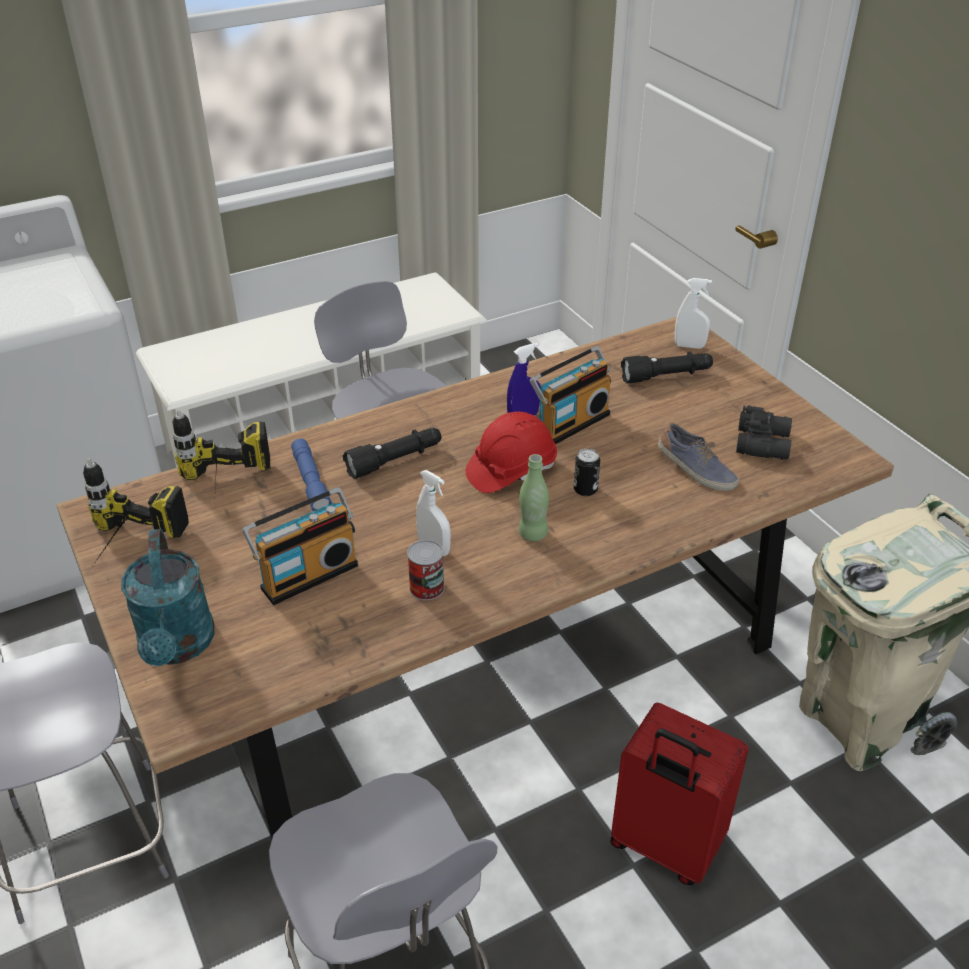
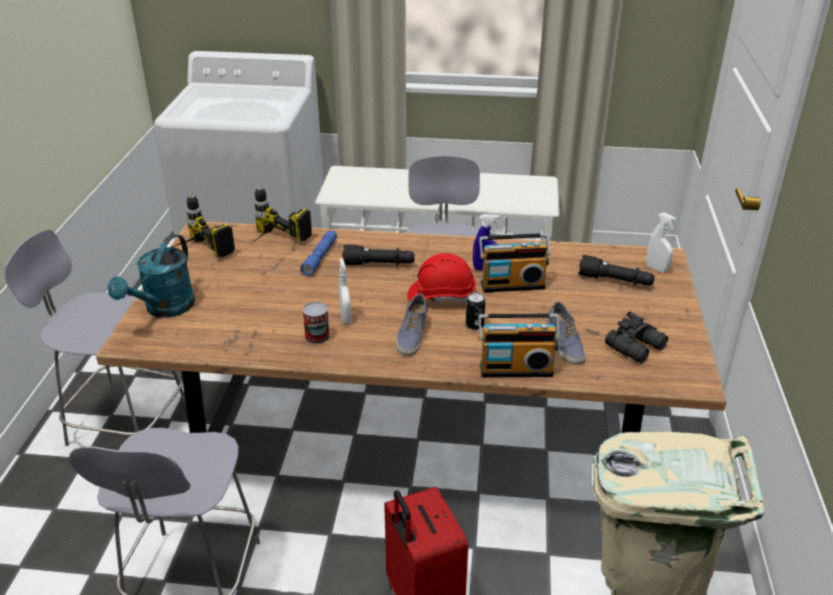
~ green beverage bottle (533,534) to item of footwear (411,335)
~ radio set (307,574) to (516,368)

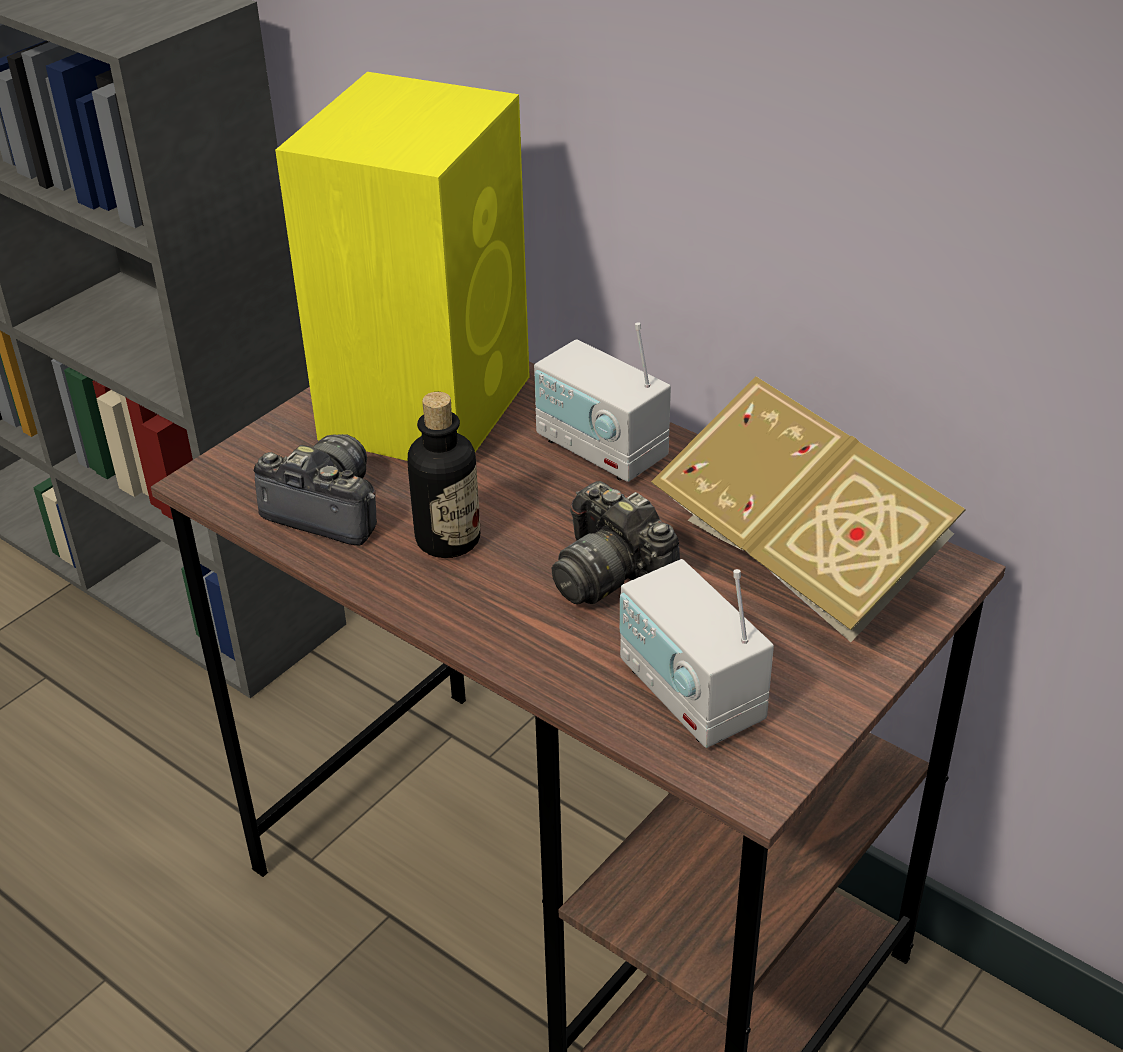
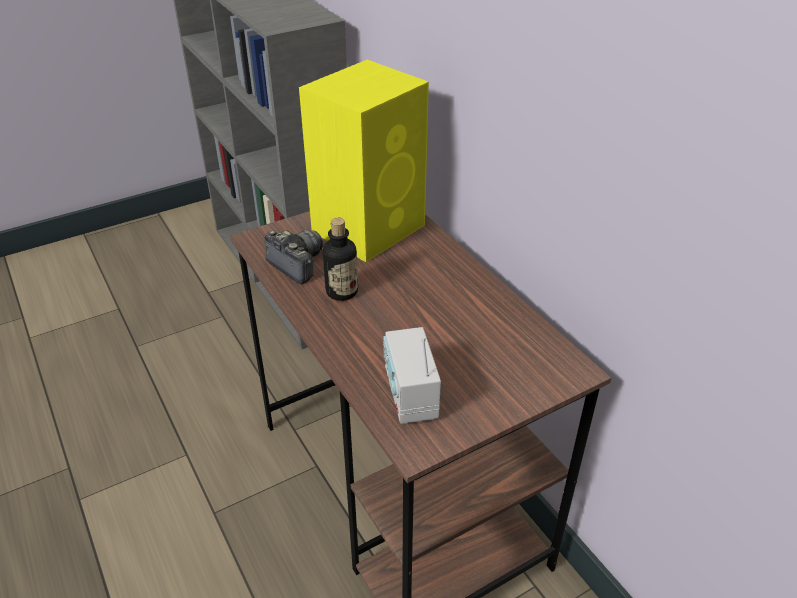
- radio set (601,449)
- volume (800,558)
- photo camera (611,573)

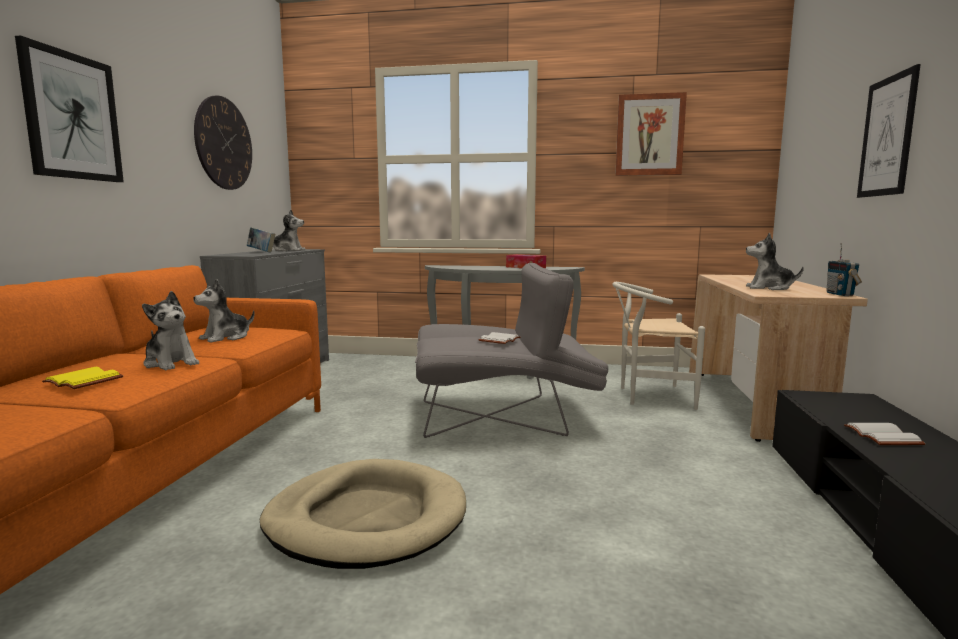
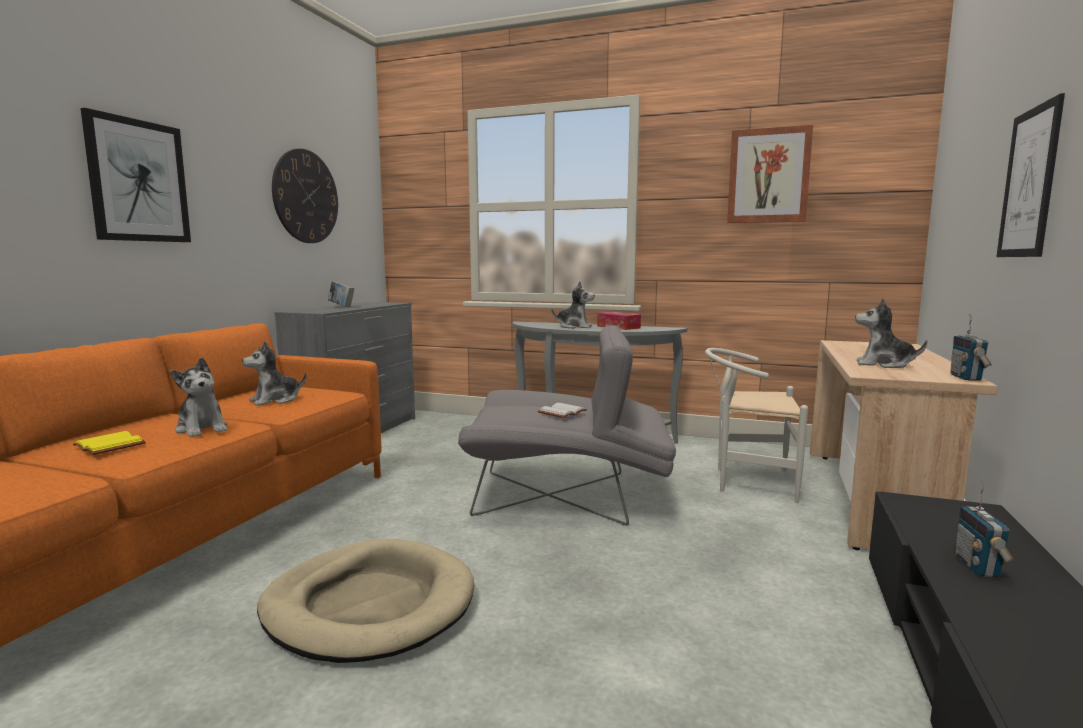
~ soft toy (288,250) to (574,327)
~ white-coloured volume (884,436) to radio set (978,567)

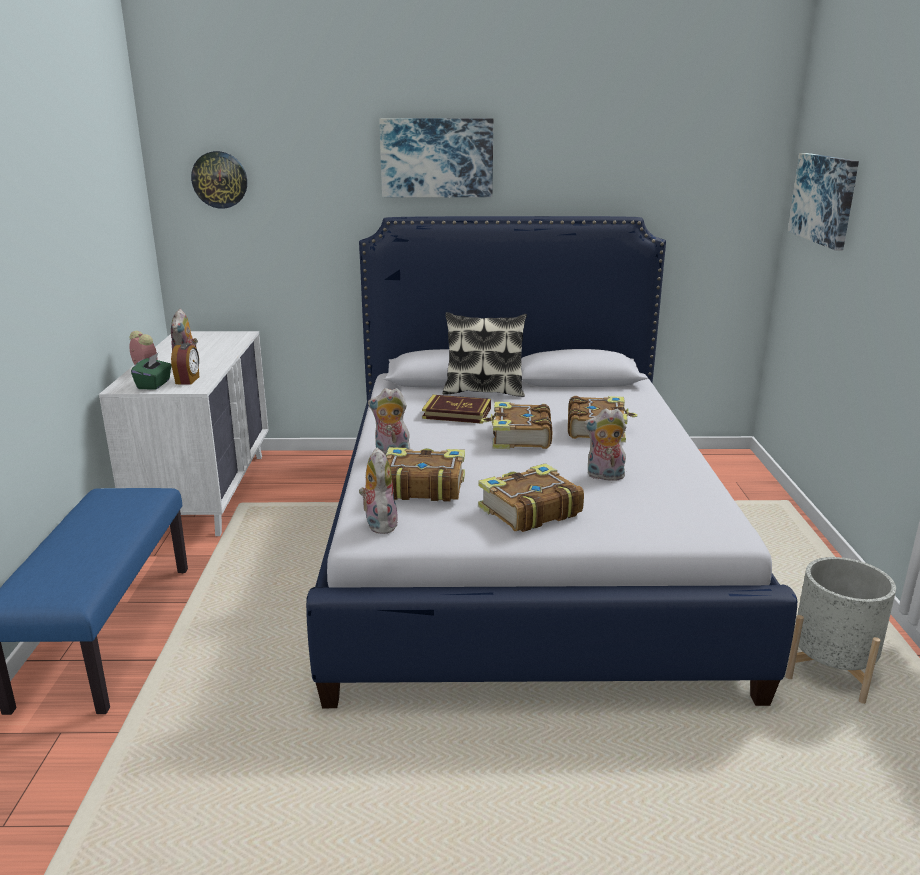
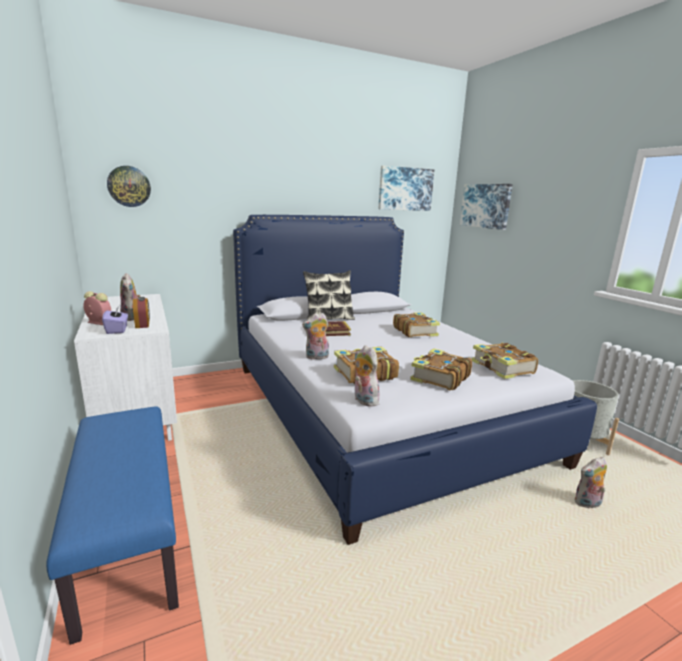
~ picture (436,158) to (405,189)
~ green box of tissues (154,384) to purplish box of tissues (117,330)
~ volume (519,437) to (502,368)
~ soft toy (604,476) to (587,504)

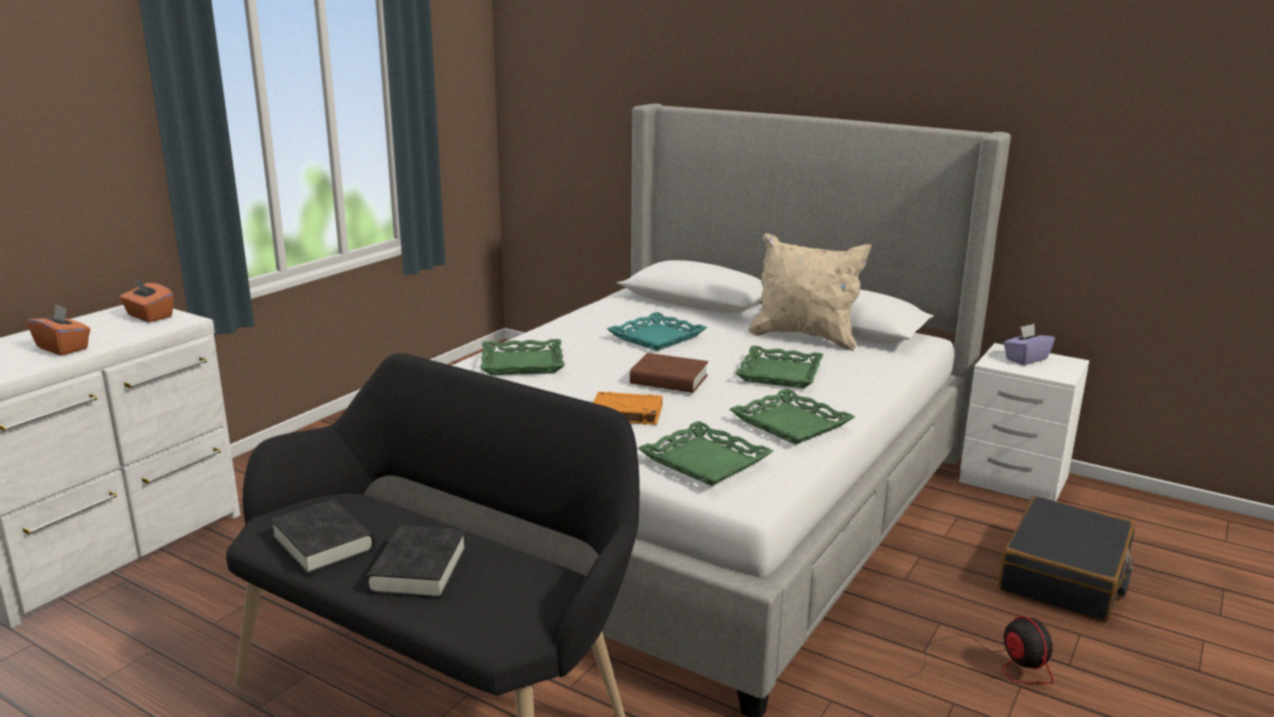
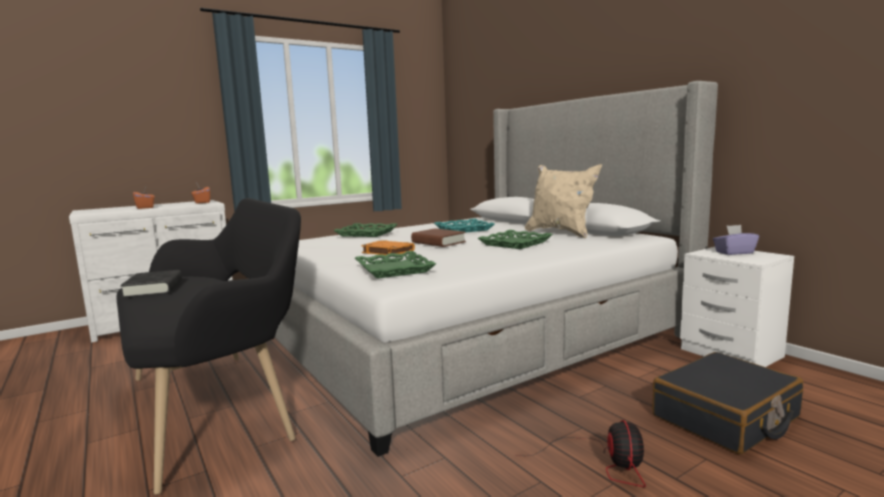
- green serving tray (790,424)
- blackish volume (418,570)

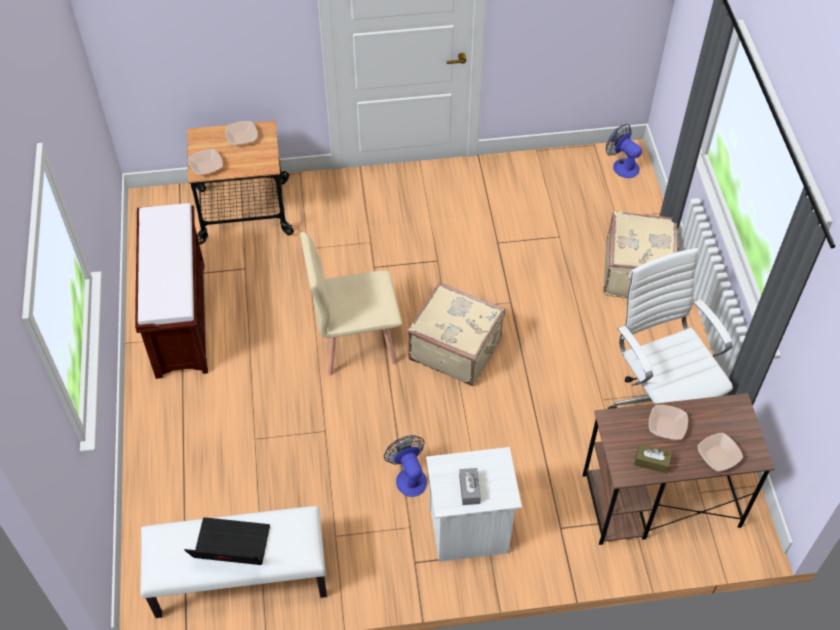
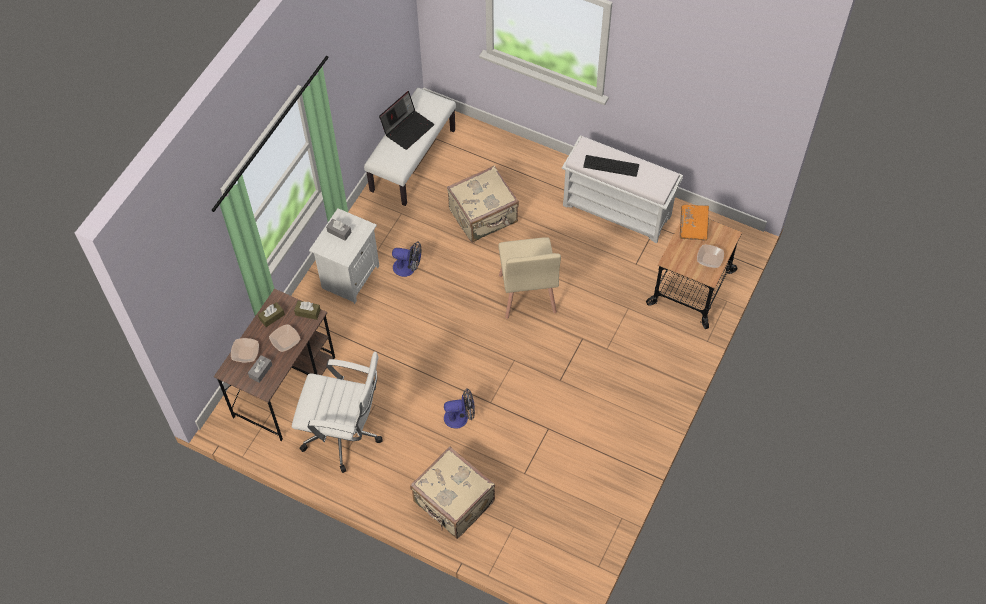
~ cooling fan (622,165) to (460,417)
~ serving bowl (206,167) to orange volume (693,226)
~ brownish long seat (180,318) to white-coloured long seat (618,210)
~ sand-coloured upright chair (356,342) = (527,294) 150 degrees clockwise
~ sand-coloured suitcase (455,348) to (484,217)
+ keyboard (611,166)
+ brownish box of tissues (308,312)
+ grey box of tissues (261,371)

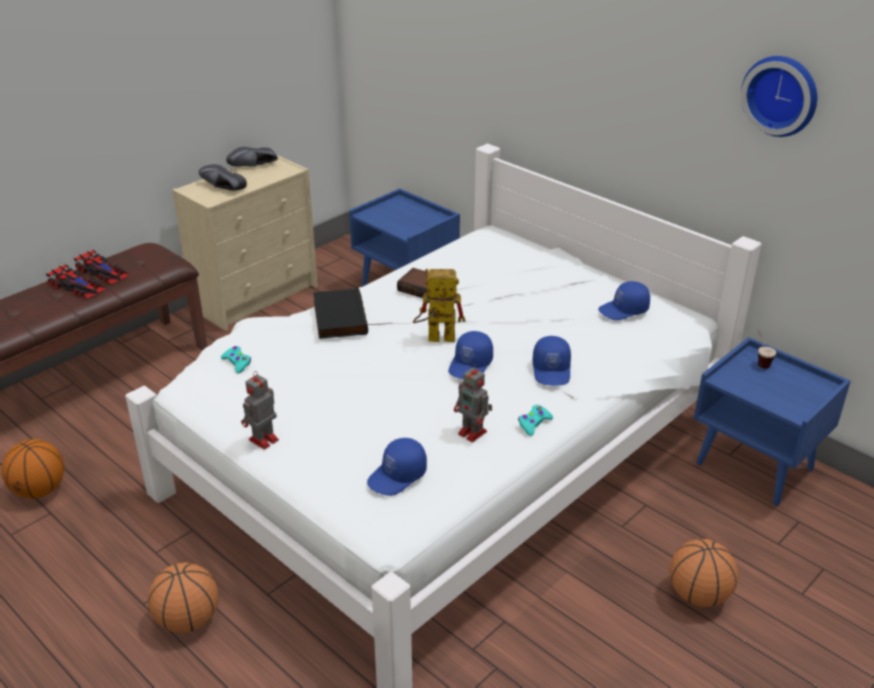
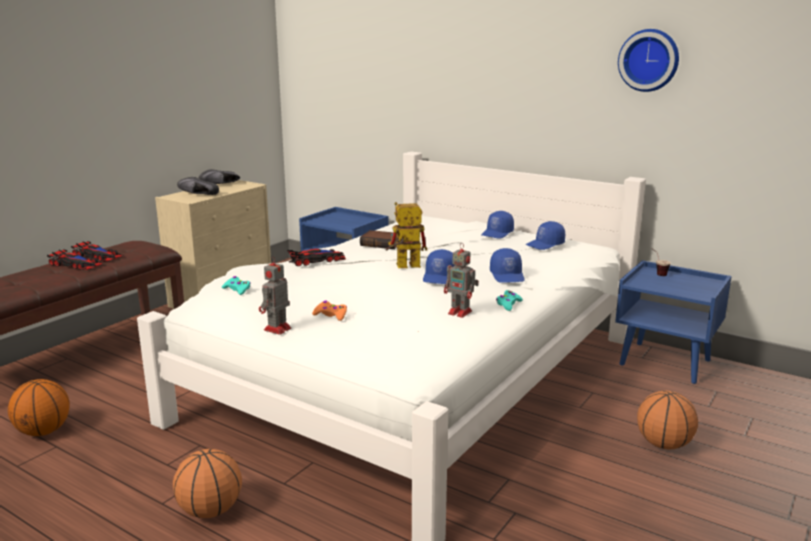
~ blackish volume (338,317) to toy car (317,260)
~ blue-coloured cap (397,476) to (497,233)
+ orange gamepad (331,315)

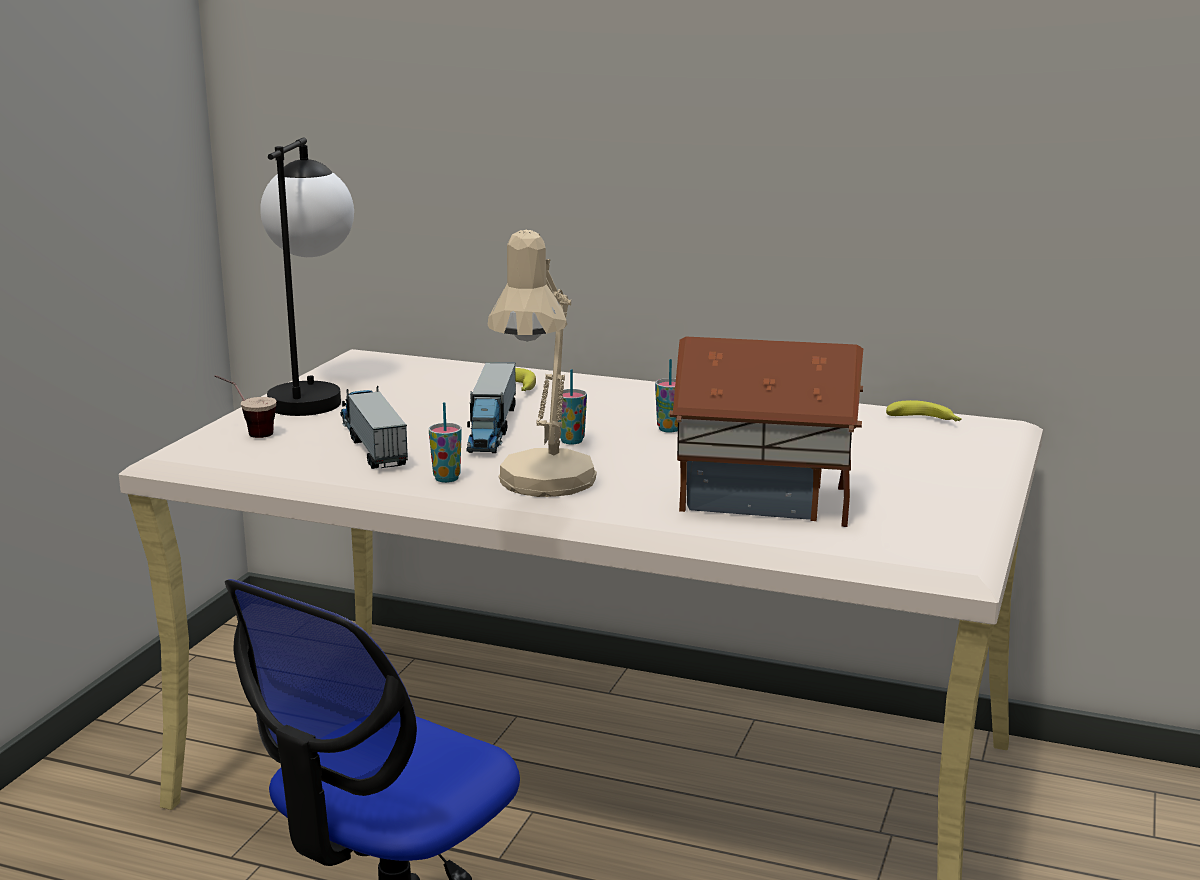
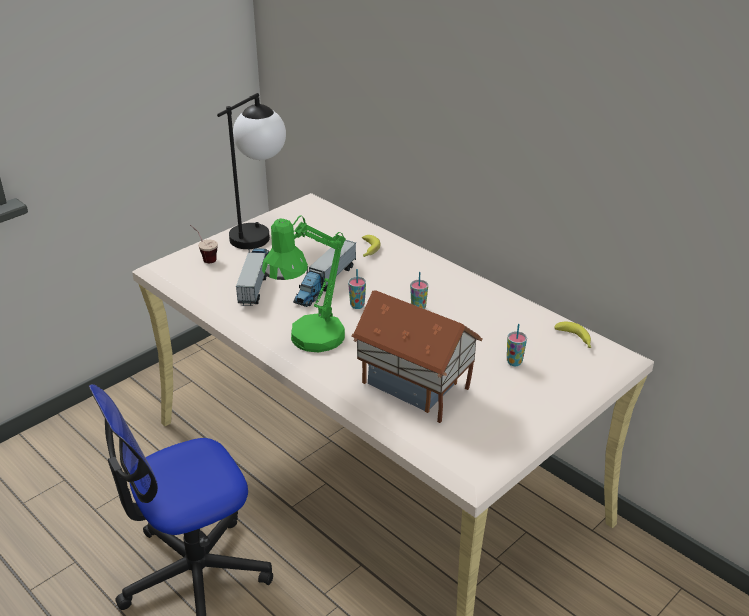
~ sand-coloured lamp for a table (542,487) to green lamp for a table (309,342)
~ small cup (446,478) to (514,362)

